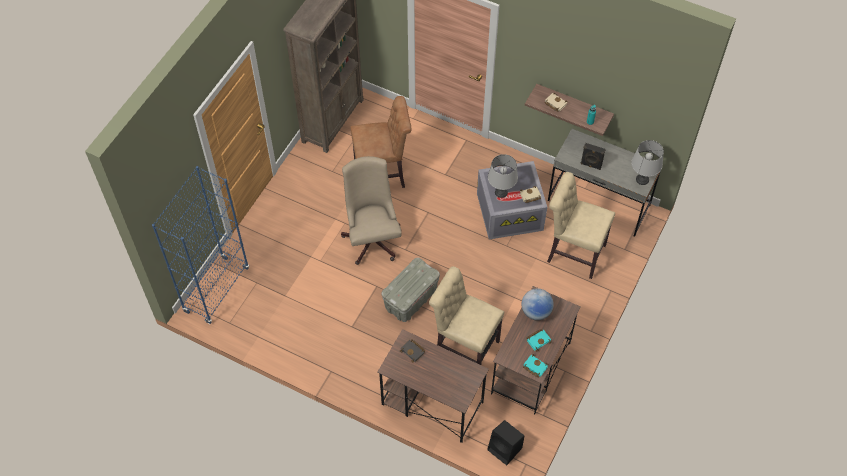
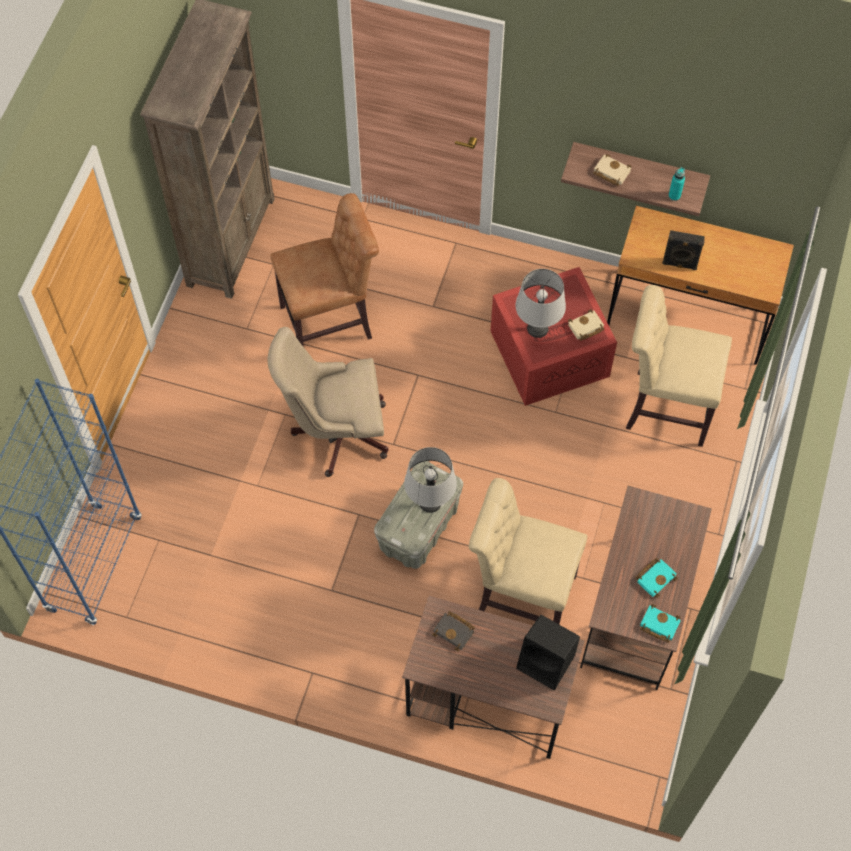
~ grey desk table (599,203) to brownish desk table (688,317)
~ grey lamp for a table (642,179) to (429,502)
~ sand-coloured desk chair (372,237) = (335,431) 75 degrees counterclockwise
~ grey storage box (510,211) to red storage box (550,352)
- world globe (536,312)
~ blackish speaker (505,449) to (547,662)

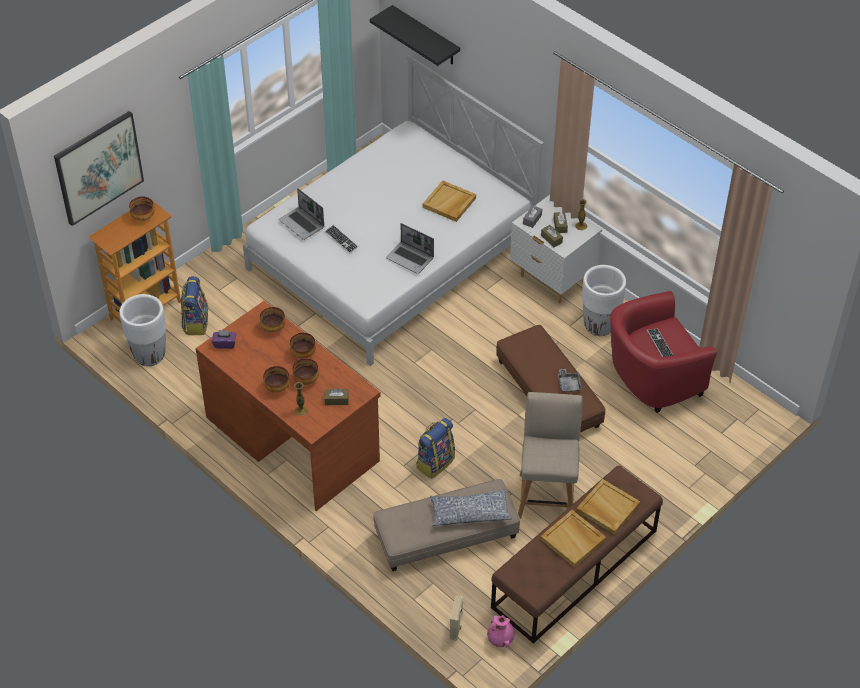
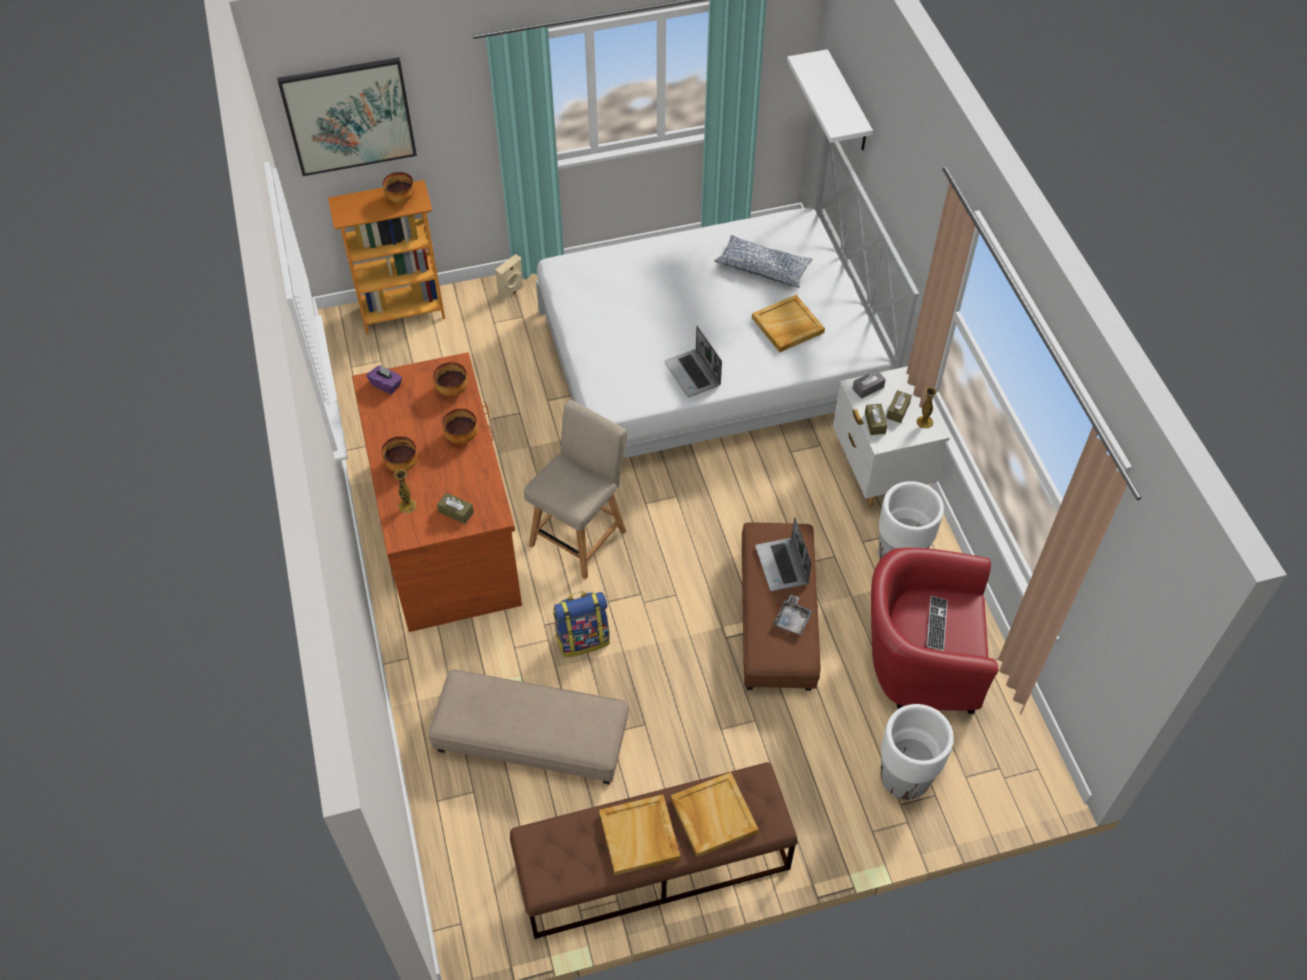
~ blackish wall shelf (426,36) to white-coloured wall shelf (847,103)
~ portable computer (302,224) to (782,566)
- keyboard (341,240)
- knapsack (195,322)
~ white-coloured flower pot (149,355) to (903,779)
- serving bowl (306,380)
~ sand-coloured upright chair (546,494) to (580,535)
~ cushion (469,512) to (763,267)
~ sand-coloured speaker (456,628) to (512,292)
- pink-coloured vase (500,639)

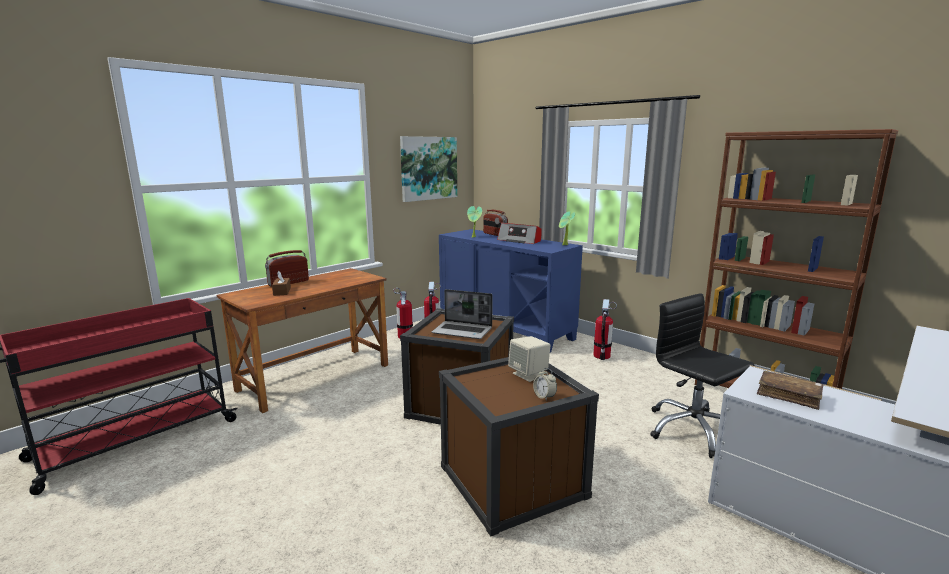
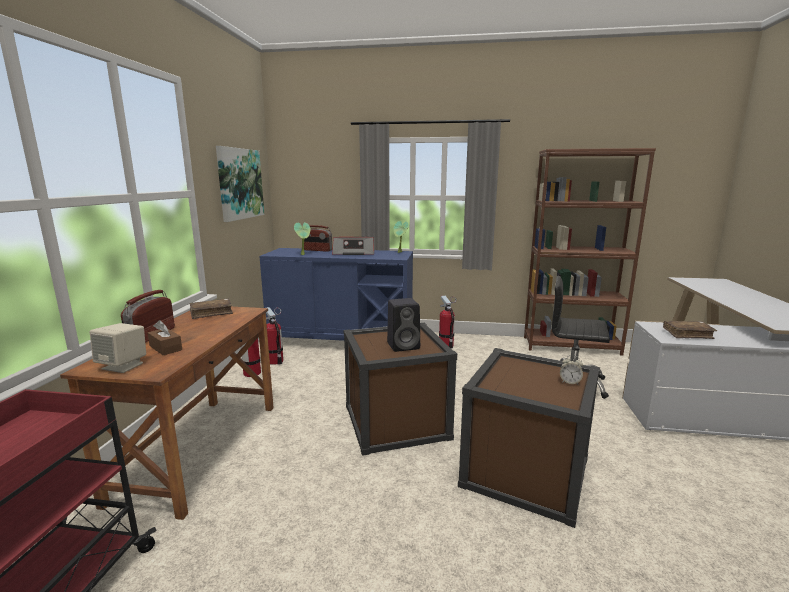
~ portable computer (463,331) to blackish speaker (404,346)
~ sand-coloured speaker (529,374) to (123,366)
+ brownish volume (211,313)

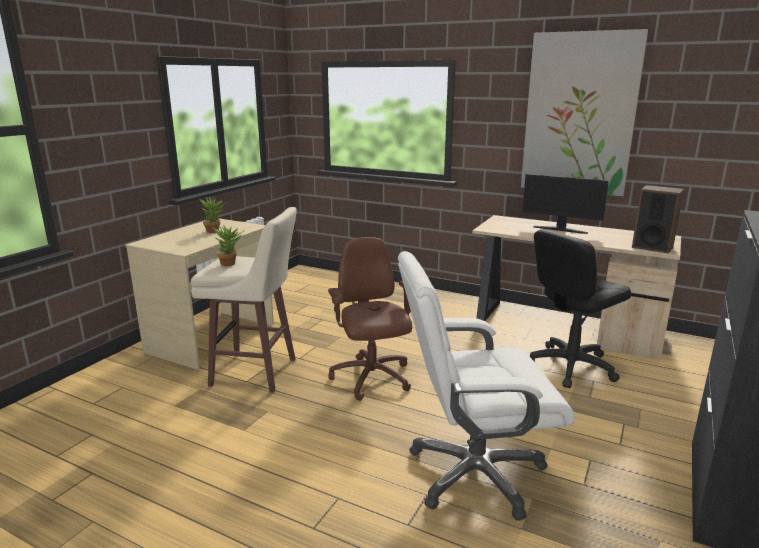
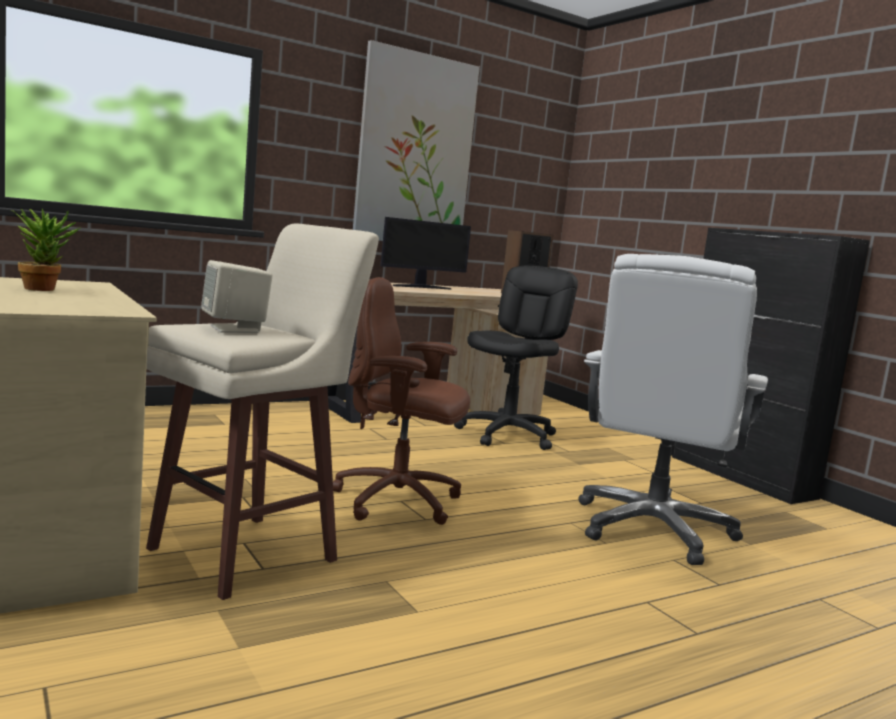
~ houseplant (231,264) to sand-coloured speaker (235,329)
~ blackish desk chair (570,366) = (508,435) 150 degrees counterclockwise

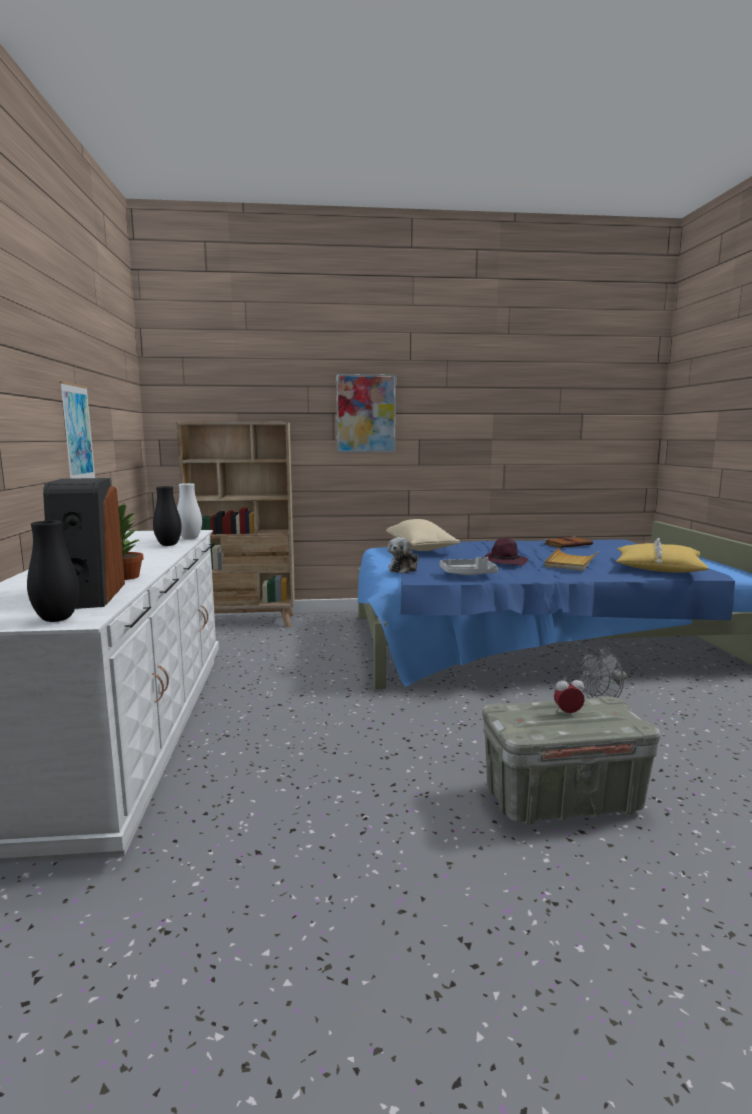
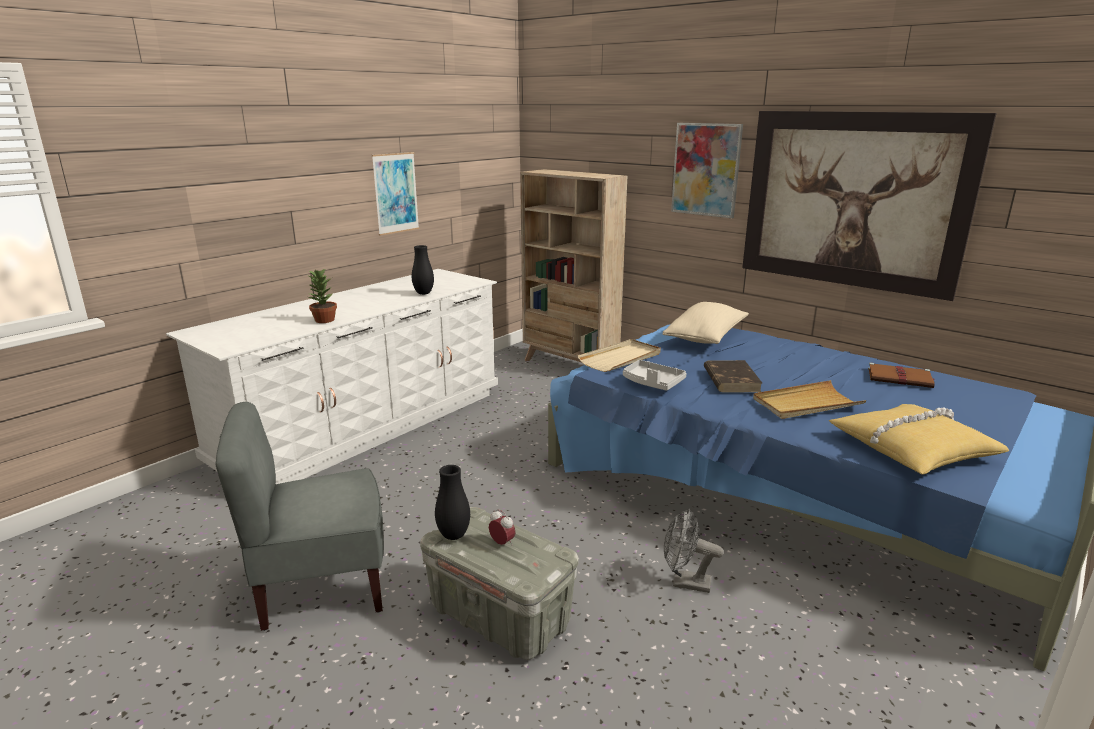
- speaker (88,596)
- white-coloured vase (190,538)
~ blackish vase (57,619) to (453,535)
~ soft toy (404,569) to sand-coloured serving tray (621,358)
~ purplish clothing hat (504,562) to brownish volume (731,379)
+ picture (853,200)
+ grey upright chair (322,587)

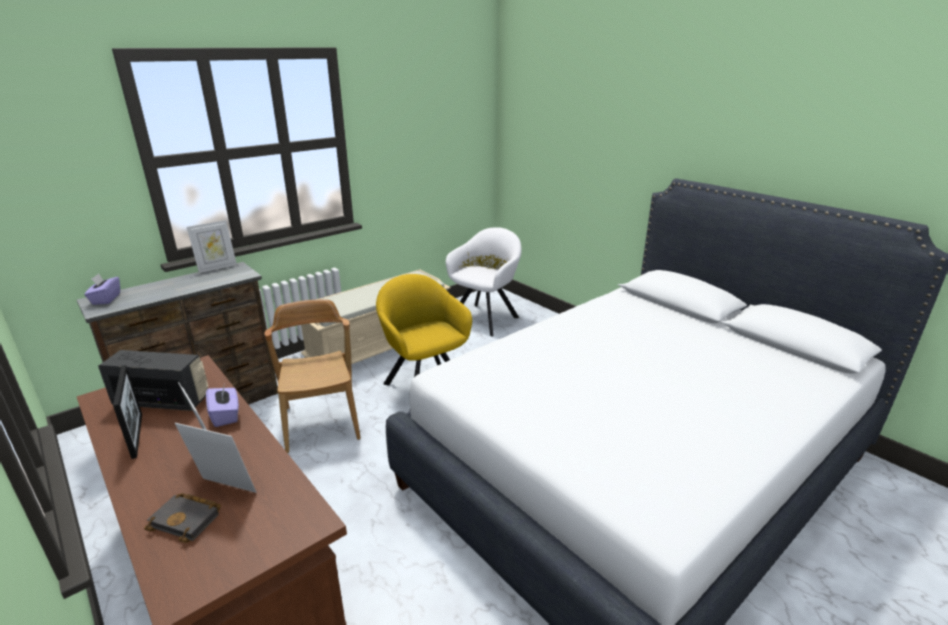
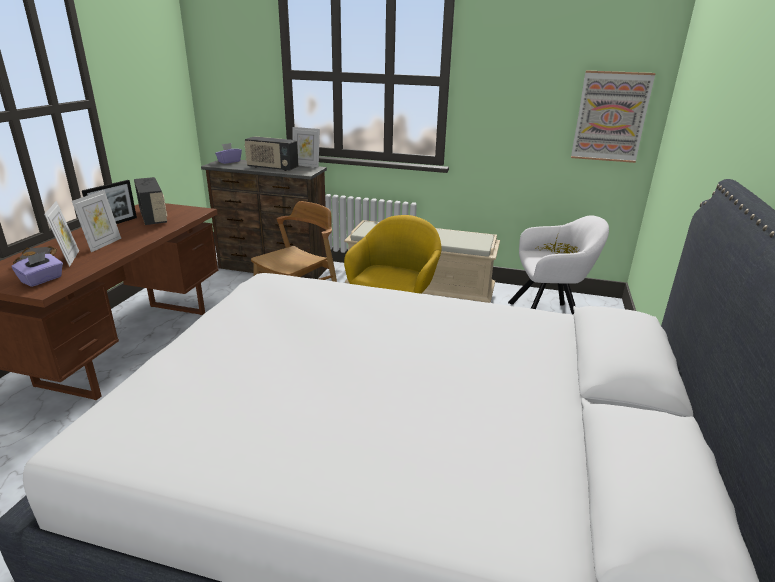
~ purplish box of tissues (226,415) to (42,280)
+ picture (610,117)
+ radio set (272,168)

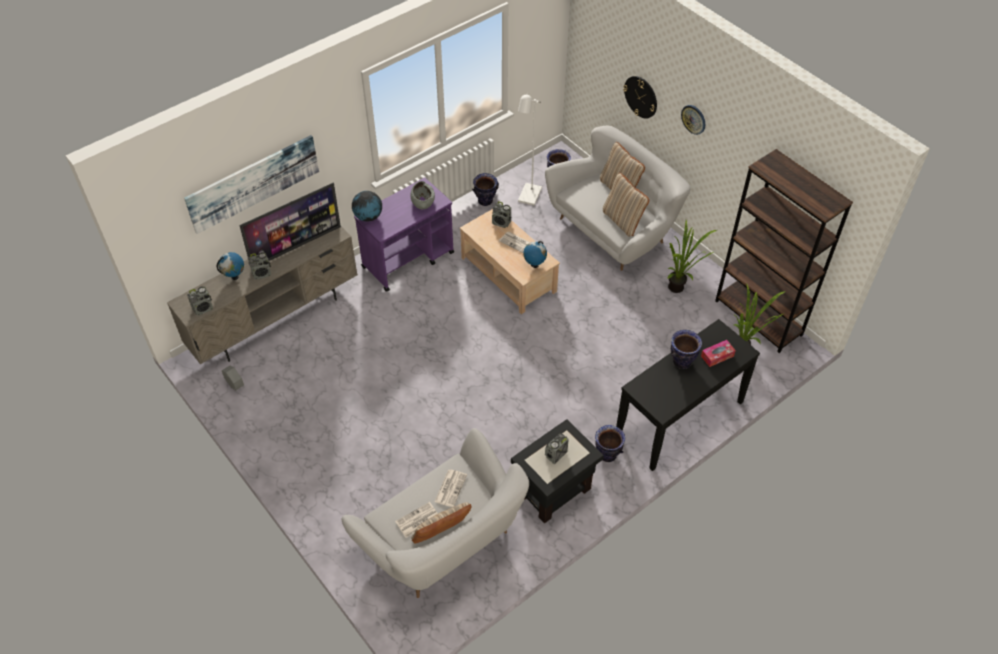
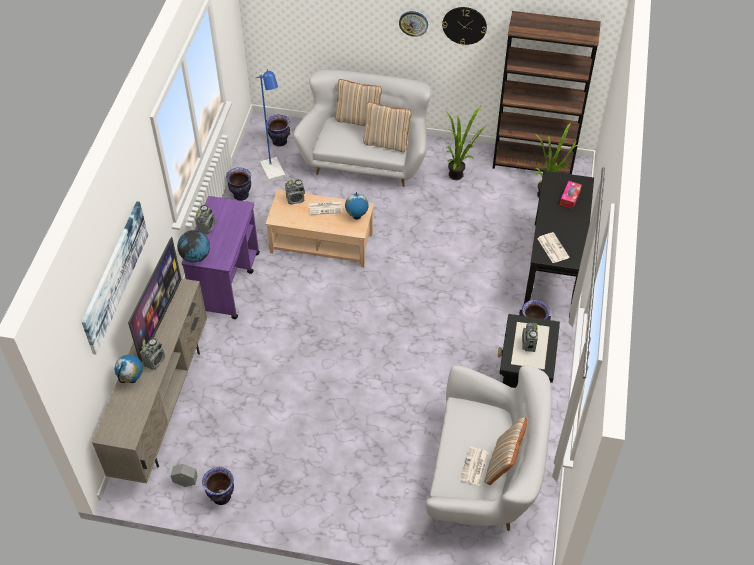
~ clock on the wall (641,96) to (464,25)
~ white-coloured standing lamp (528,198) to blue-coloured standing lamp (274,173)
- grey serving bowl (422,201)
~ radio set (203,309) to (206,227)
~ vase (681,362) to (221,497)
~ daily paper (450,488) to (552,247)

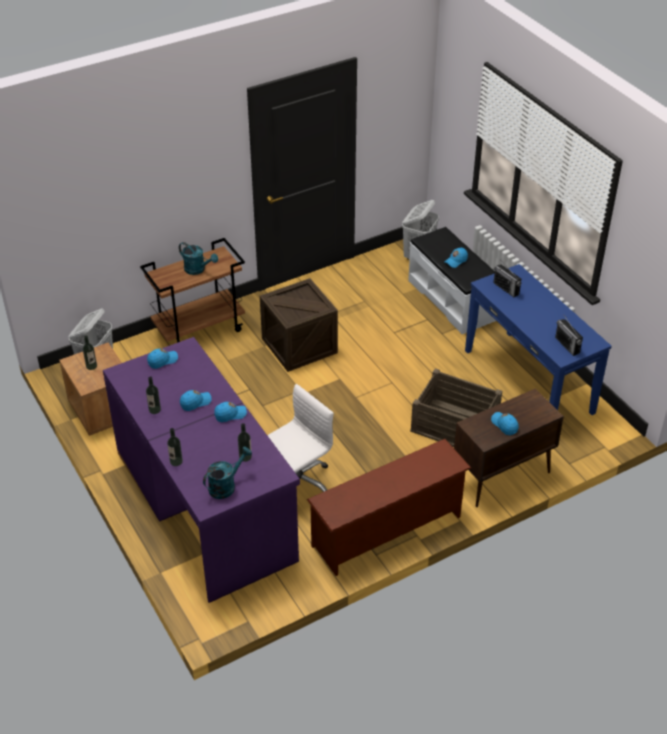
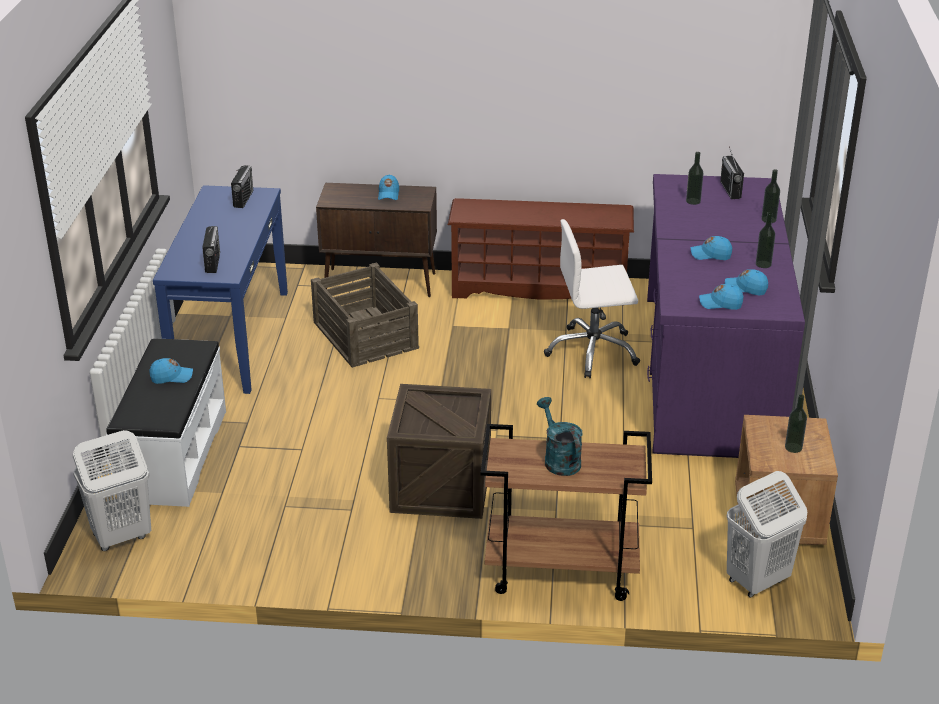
~ blue-coloured cap (230,414) to (745,288)
~ blue-green sprinkling can (226,485) to radio set (730,190)

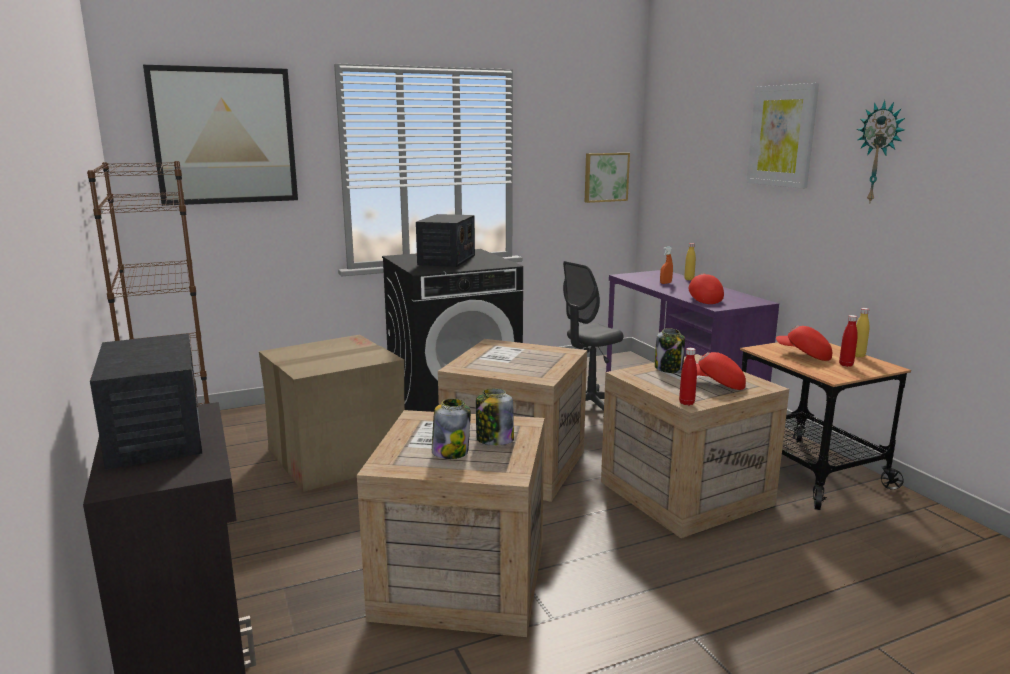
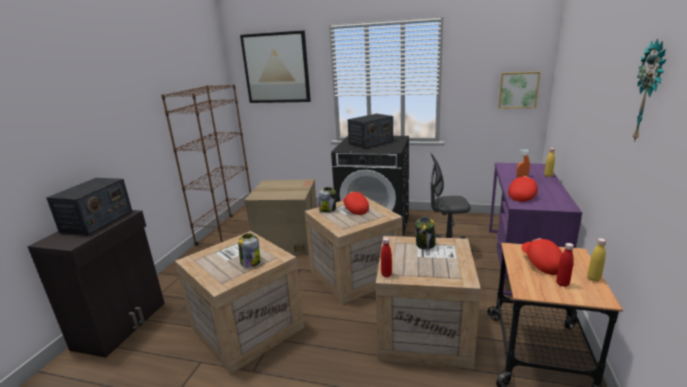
- picture (782,136)
~ red cap (715,384) to (355,209)
~ jar (450,452) to (328,209)

